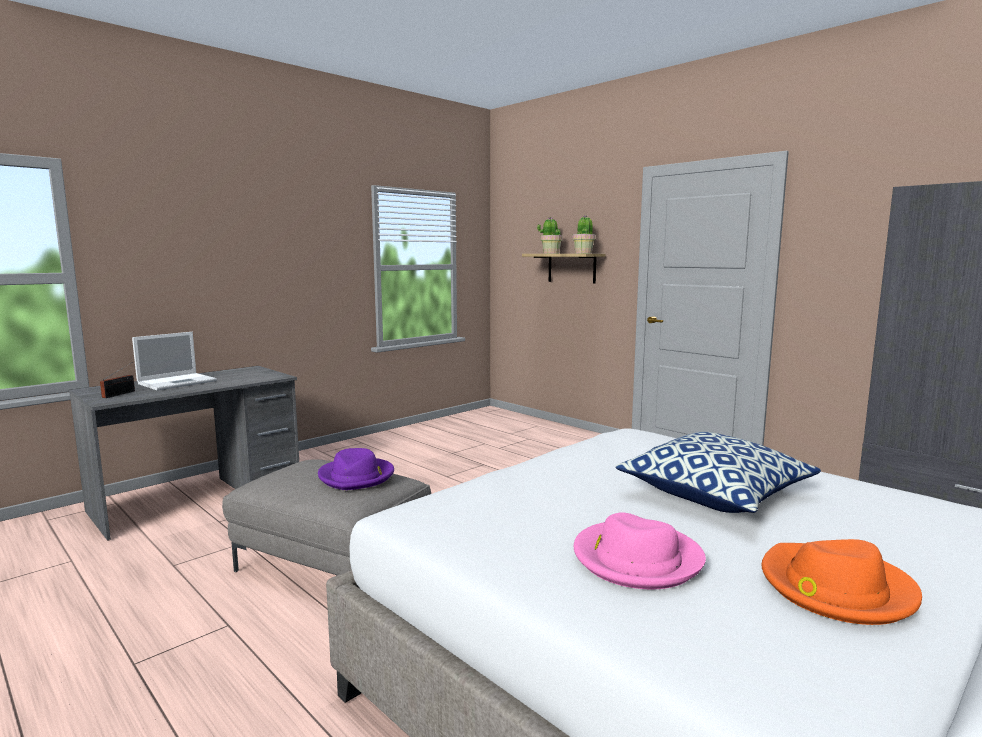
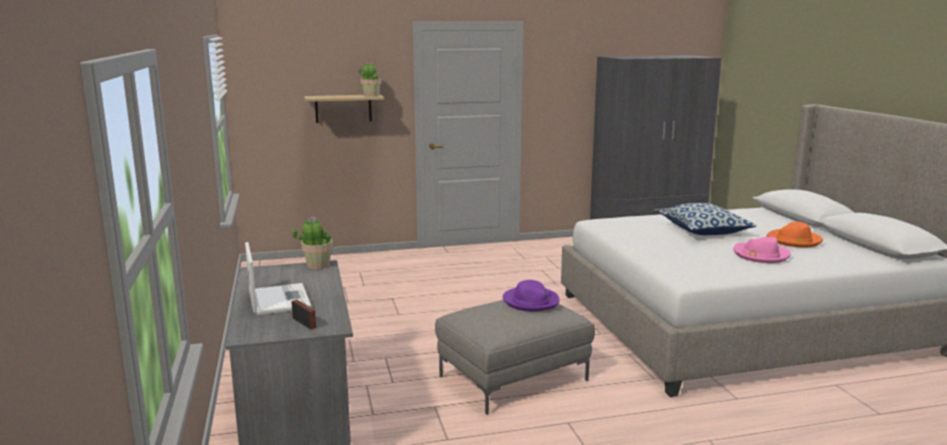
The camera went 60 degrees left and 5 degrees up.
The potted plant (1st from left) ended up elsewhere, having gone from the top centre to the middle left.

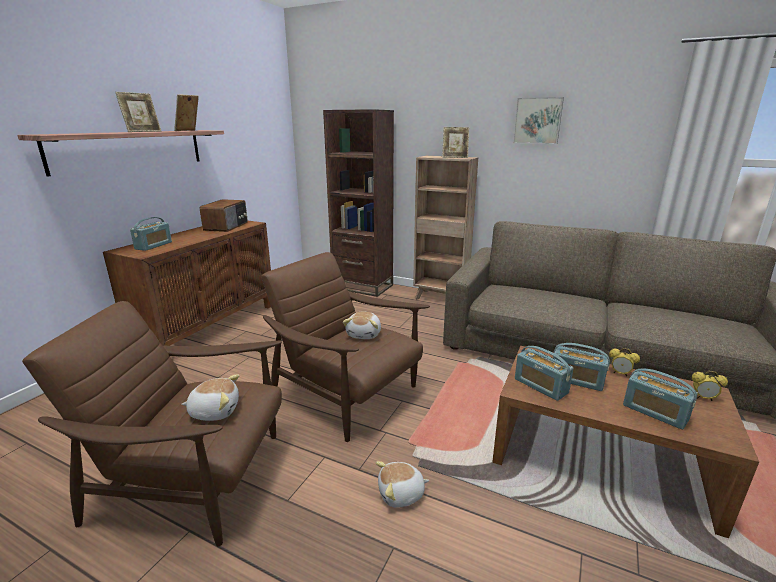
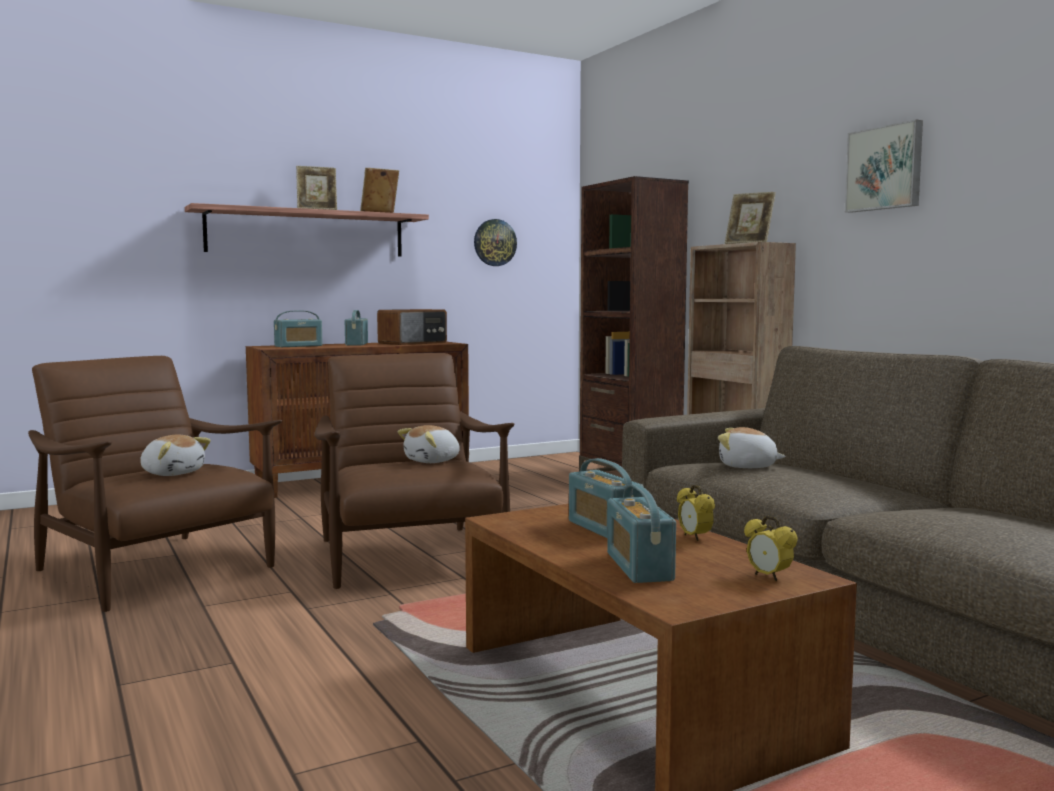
The camera went 35 degrees right and 15 degrees down.
The second view gained the clock on the wall at the top centre.
The soft toy (3rd from left) ended up elsewhere, having gone from the bottom centre to the middle right.
The radio receiver (3rd from left in the first image) ended up elsewhere, having gone from the middle right to the centre.

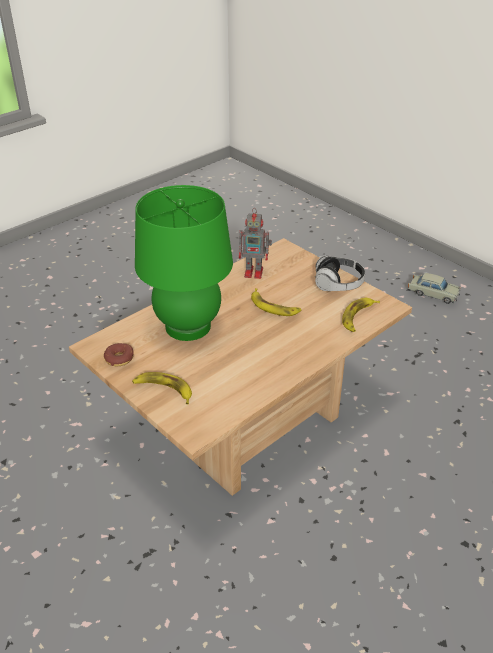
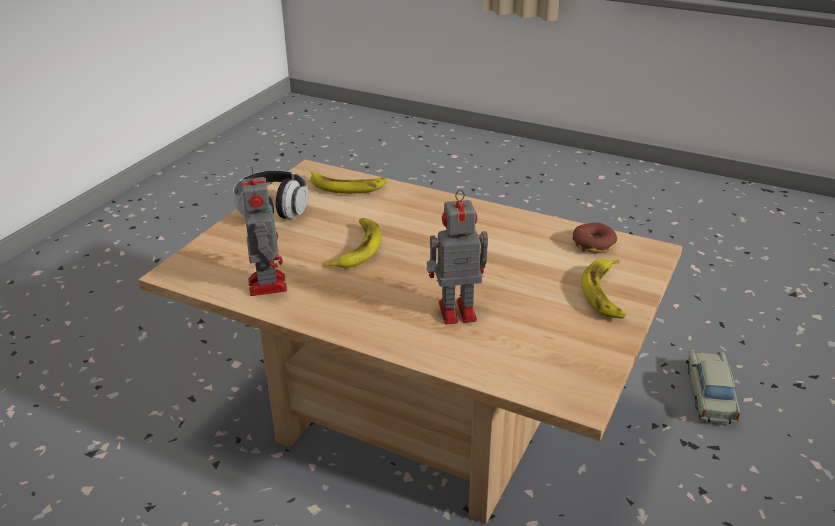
The camera went 110 degrees left and 5 degrees down.
The doughnut ended up elsewhere, having gone from the middle left to the middle right.
The beige miniature car ended up elsewhere, having gone from the middle right to the bottom right.
Where the green table lamp stood at the centre, the robot figure (2nd from left) came to stand at the centre.

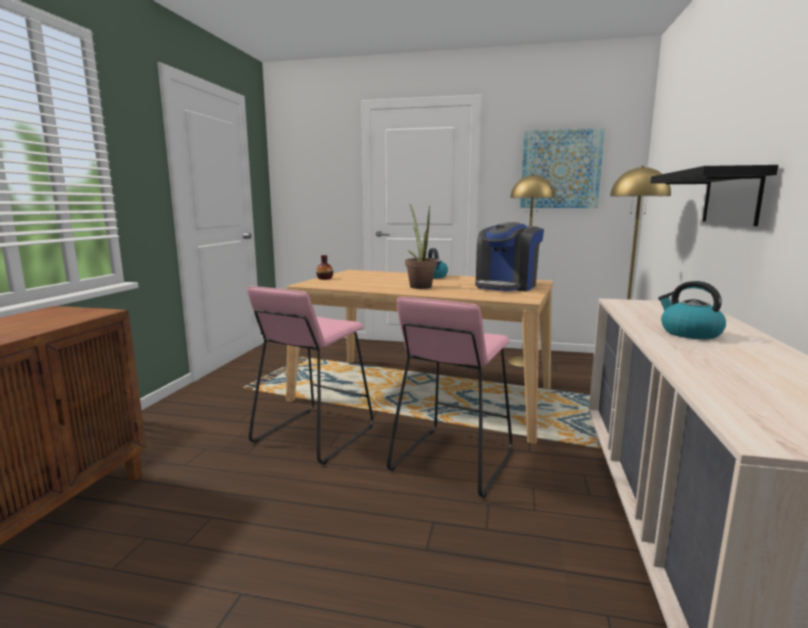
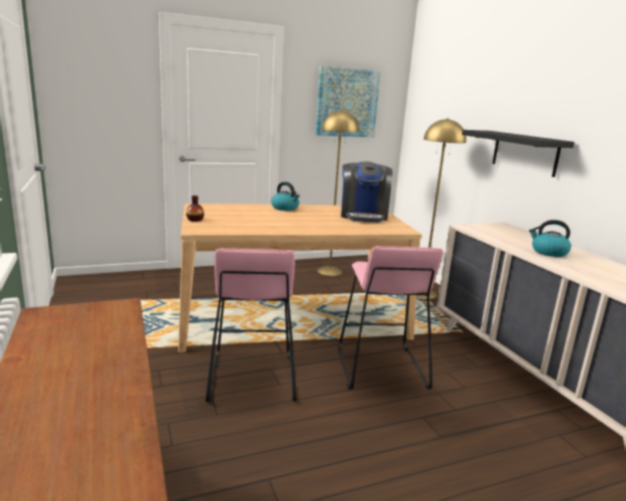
The camera went 35 degrees left and 5 degrees up.
The second view lost the potted plant at the centre.

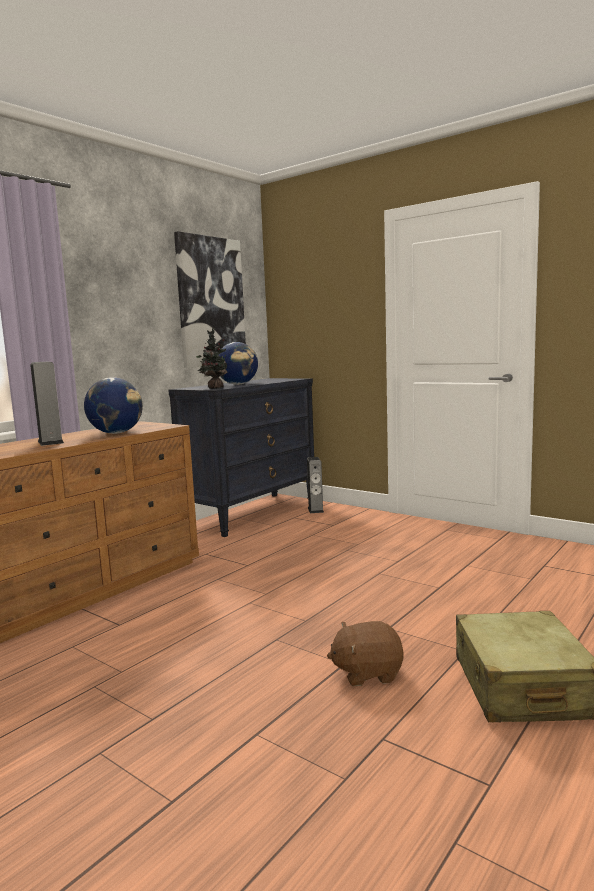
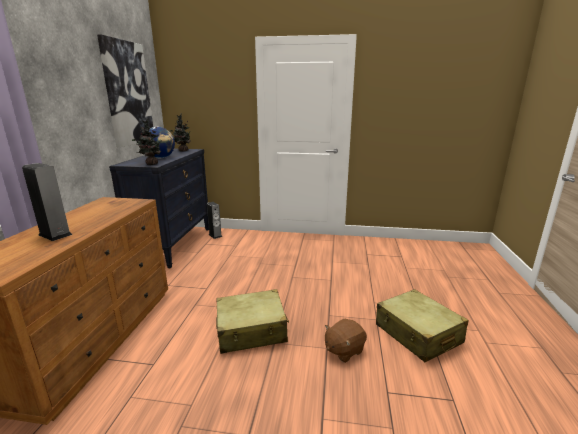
The camera went 30 degrees left and 10 degrees up.
The second view lost the globe (1st from left) at the middle left.
The second view gained the potted plant (2nd from left) at the top left.
The second view gained the beige suitcase (1st from left) at the bottom centre.

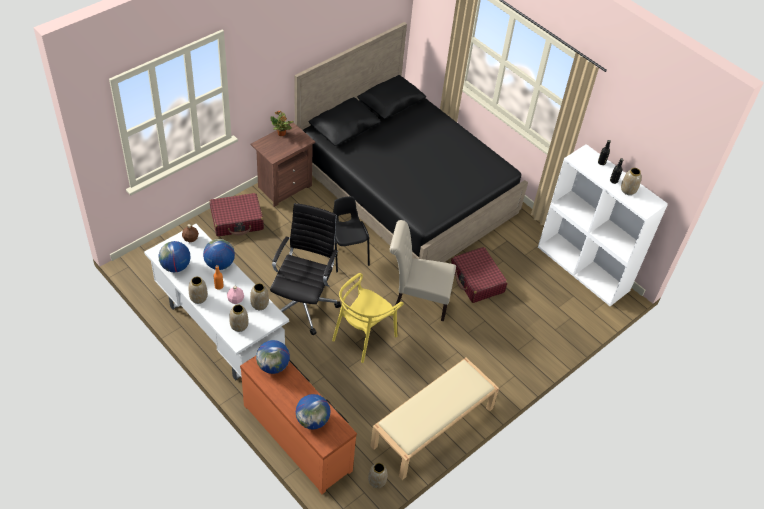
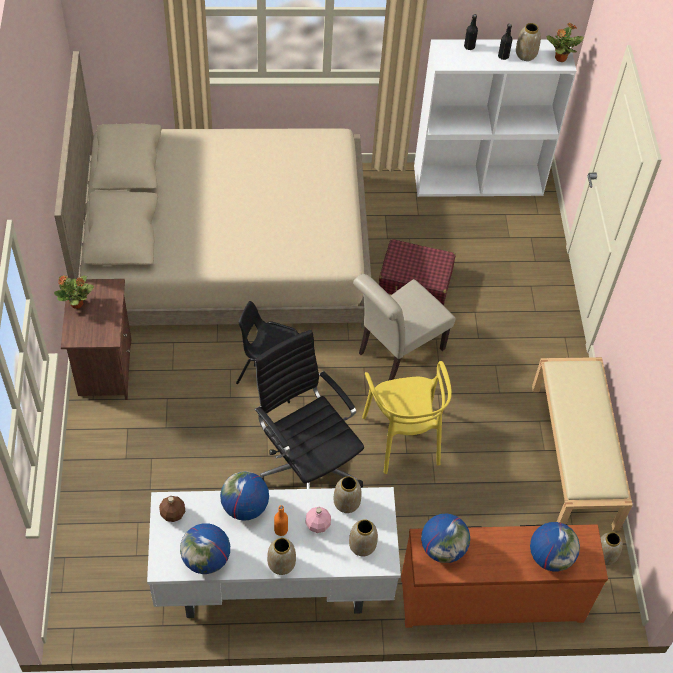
The camera went 50 degrees left and 5 degrees up.
The second view lost the reddish suitcase (1st from left) at the middle left.
The second view gained the potted plant (2nd from left) at the top right.
What was the blackish sleeping bed at the top centre turned into the beige sleeping bed at the top left.

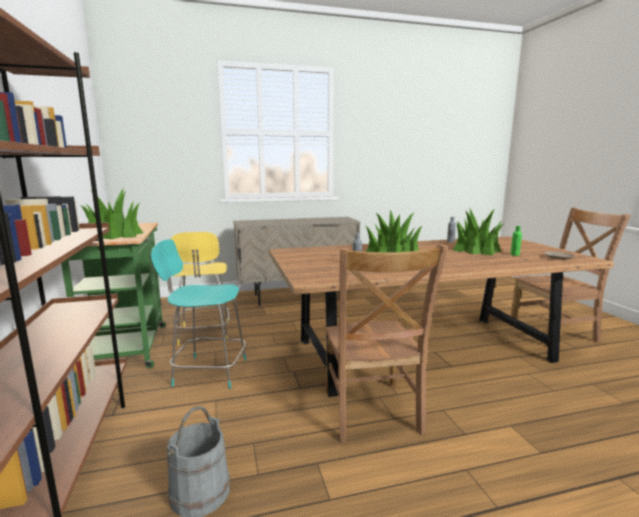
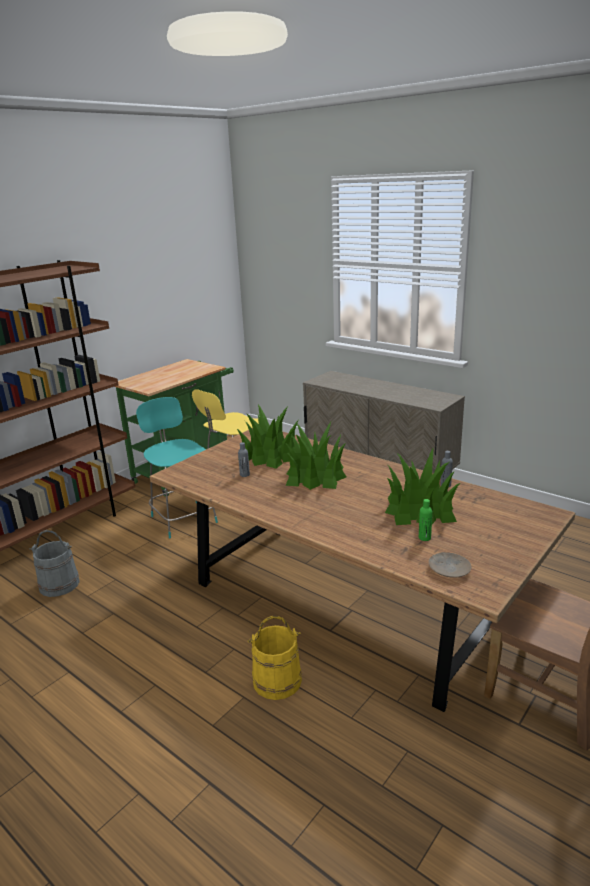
The camera went 55 degrees right and 10 degrees up.
The second view lost the brown-coloured upright chair (1st from left) at the centre.
The second view gained the yellowish water bucket at the bottom centre.
The potted plant (1st from left) ended up elsewhere, having gone from the middle left to the centre.

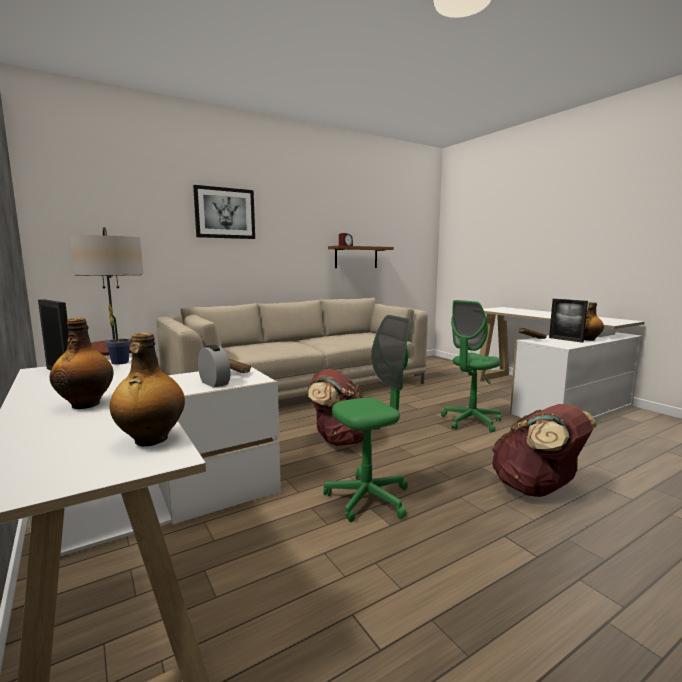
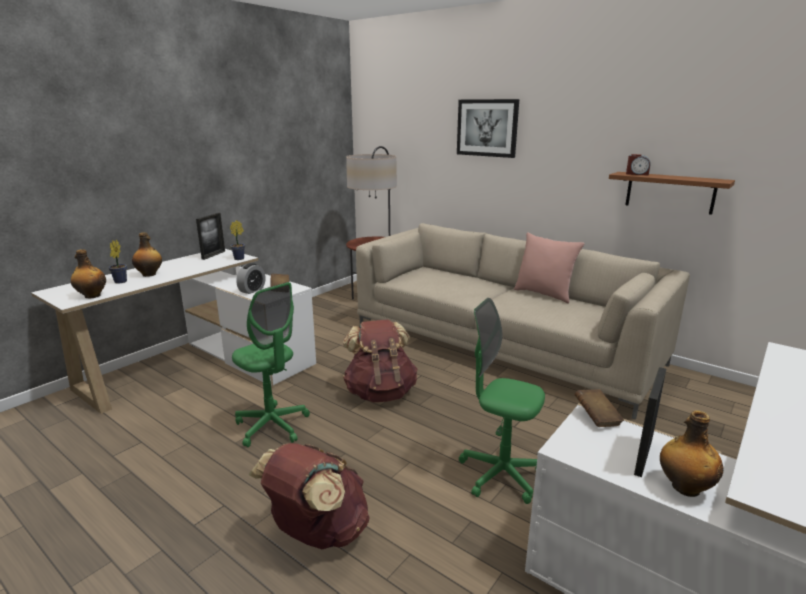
The camera went 70 degrees right and 10 degrees up.
The second view gained the potted plant (1st from left) at the middle left.
The second view gained the pinkish pillow at the middle right.

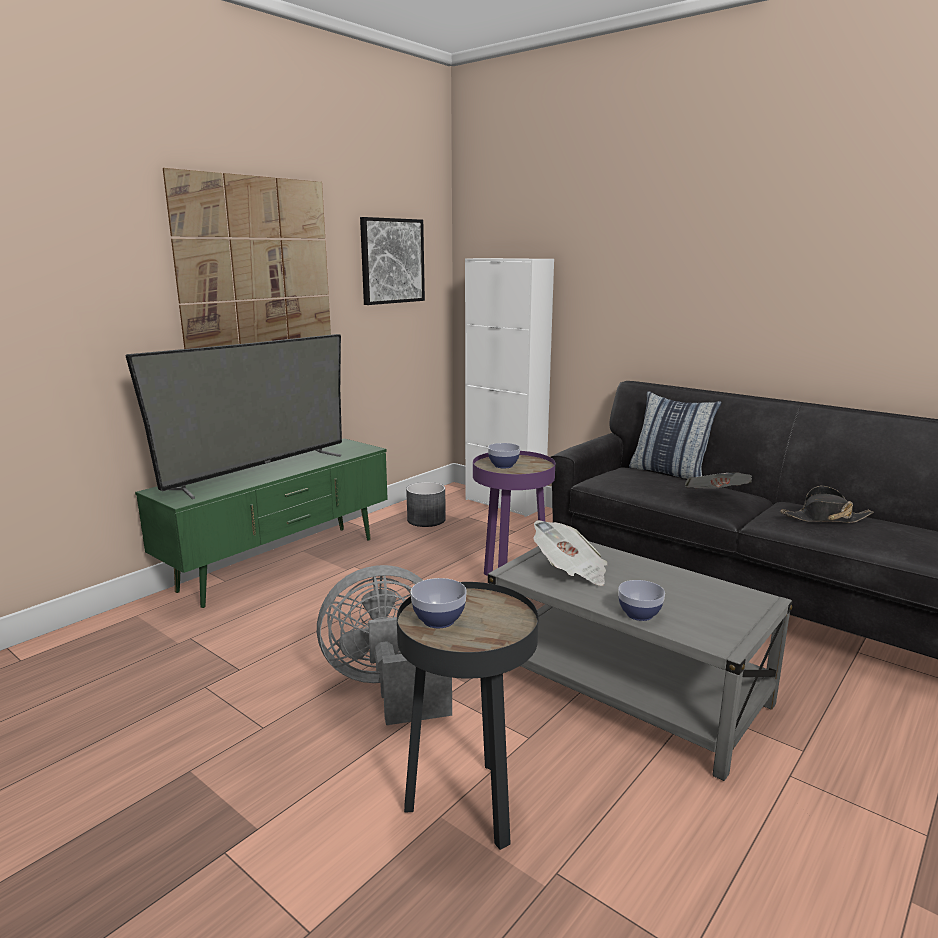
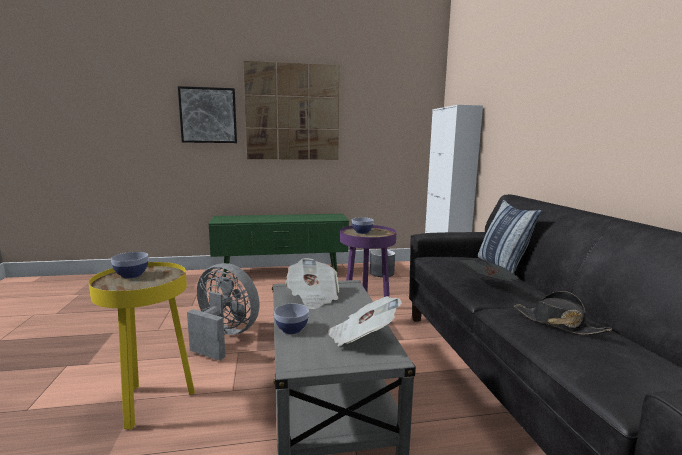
The camera went 40 degrees right and 5 degrees down.
The second view lost the TV set at the middle left.
The second view gained the newspaper (2nd from left) at the bottom centre.
The wall art (2nd from left in the first image) ended up elsewhere, having gone from the top centre to the top left.
What was the blackish accent table at the bottom centre turned into the yellowish accent table at the bottom left.

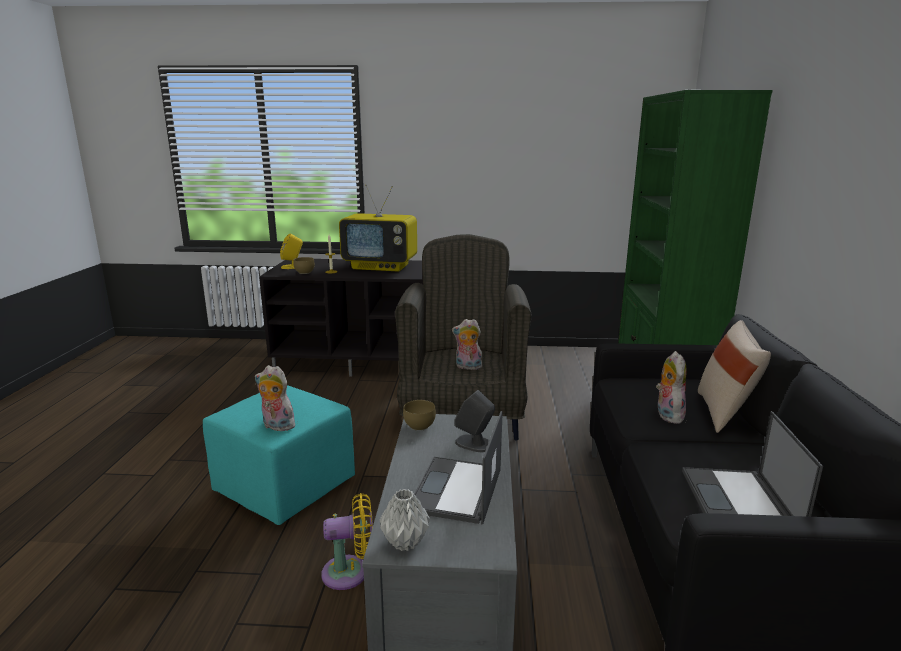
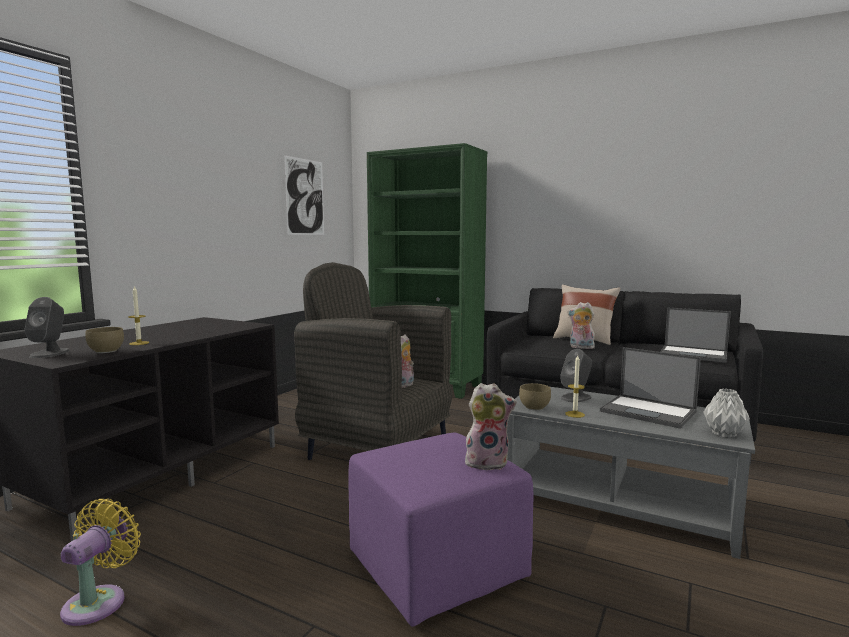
The camera went 65 degrees left and 10 degrees down.
The second view lost the TV set at the centre.
The second view gained the wall art at the top centre.
The second view gained the wax light (2nd from left) at the middle right.
The yellowish fan ended up elsewhere, having gone from the bottom centre to the bottom left.
What was the turquoise-coloured footrest at the bottom left turned into the purple-coloured footrest at the bottom centre.
What was the yellowish loudspeaker at the middle left turned into the greyish loudspeaker (1st from left) at the middle left.
The soft toy (1st from left in the first image) at the middle left ended up facing another way, 135 degrees counterclockwise from before.

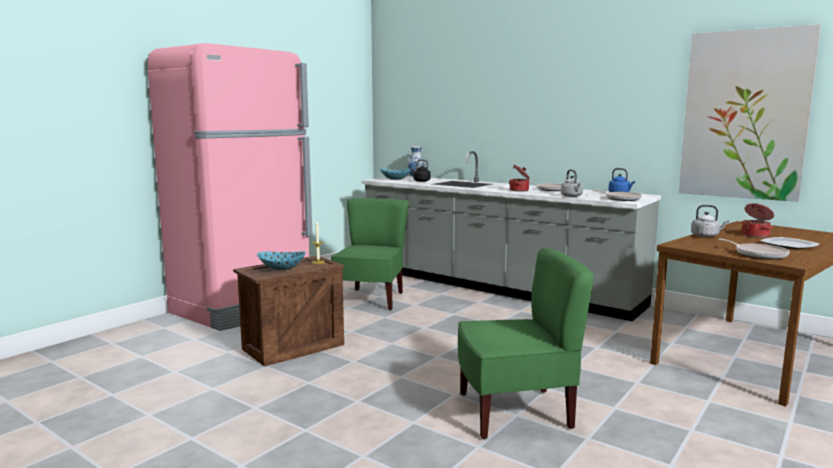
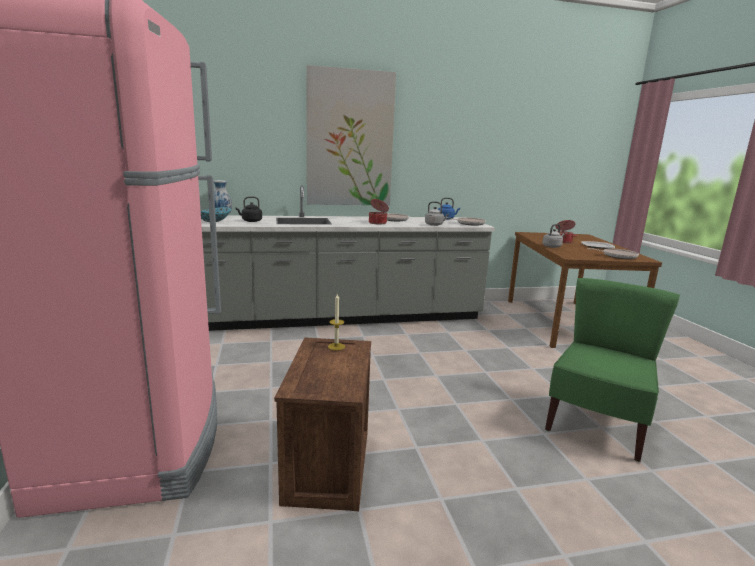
The camera went 50 degrees left and 5 degrees up.
The second view lost the bowl (1st from left) at the centre.
The second view lost the green upright chair (1st from left) at the centre.
The wall art ended up elsewhere, having gone from the top right to the top centre.

